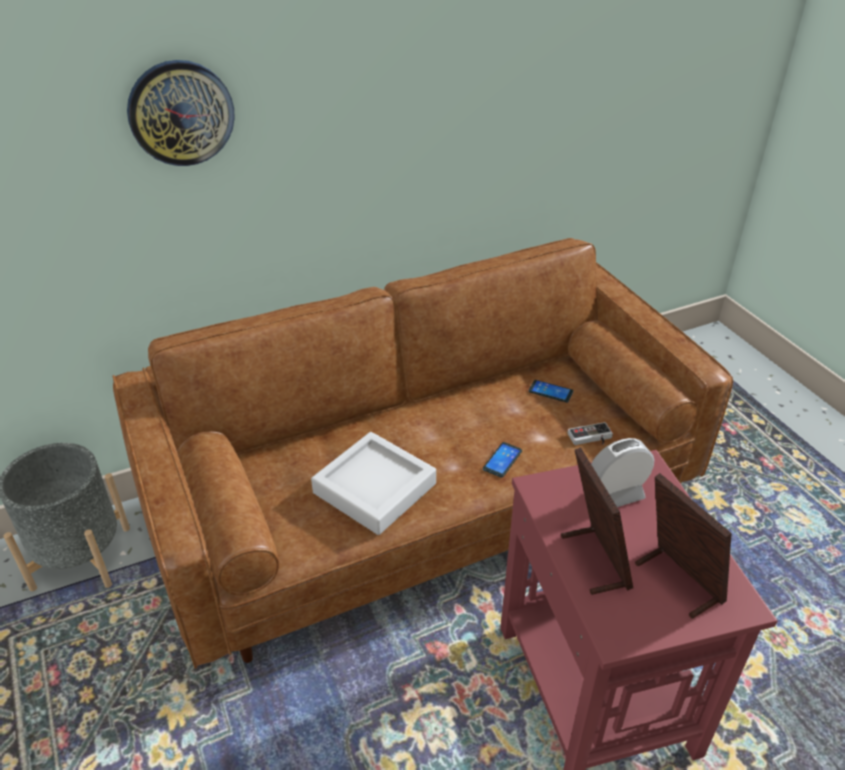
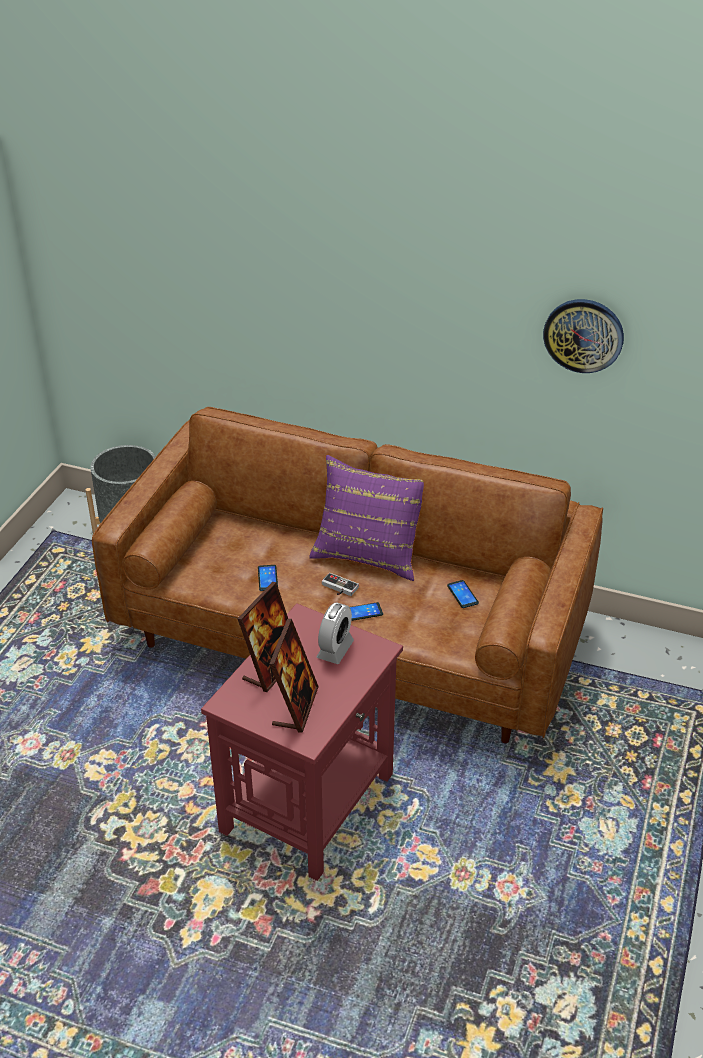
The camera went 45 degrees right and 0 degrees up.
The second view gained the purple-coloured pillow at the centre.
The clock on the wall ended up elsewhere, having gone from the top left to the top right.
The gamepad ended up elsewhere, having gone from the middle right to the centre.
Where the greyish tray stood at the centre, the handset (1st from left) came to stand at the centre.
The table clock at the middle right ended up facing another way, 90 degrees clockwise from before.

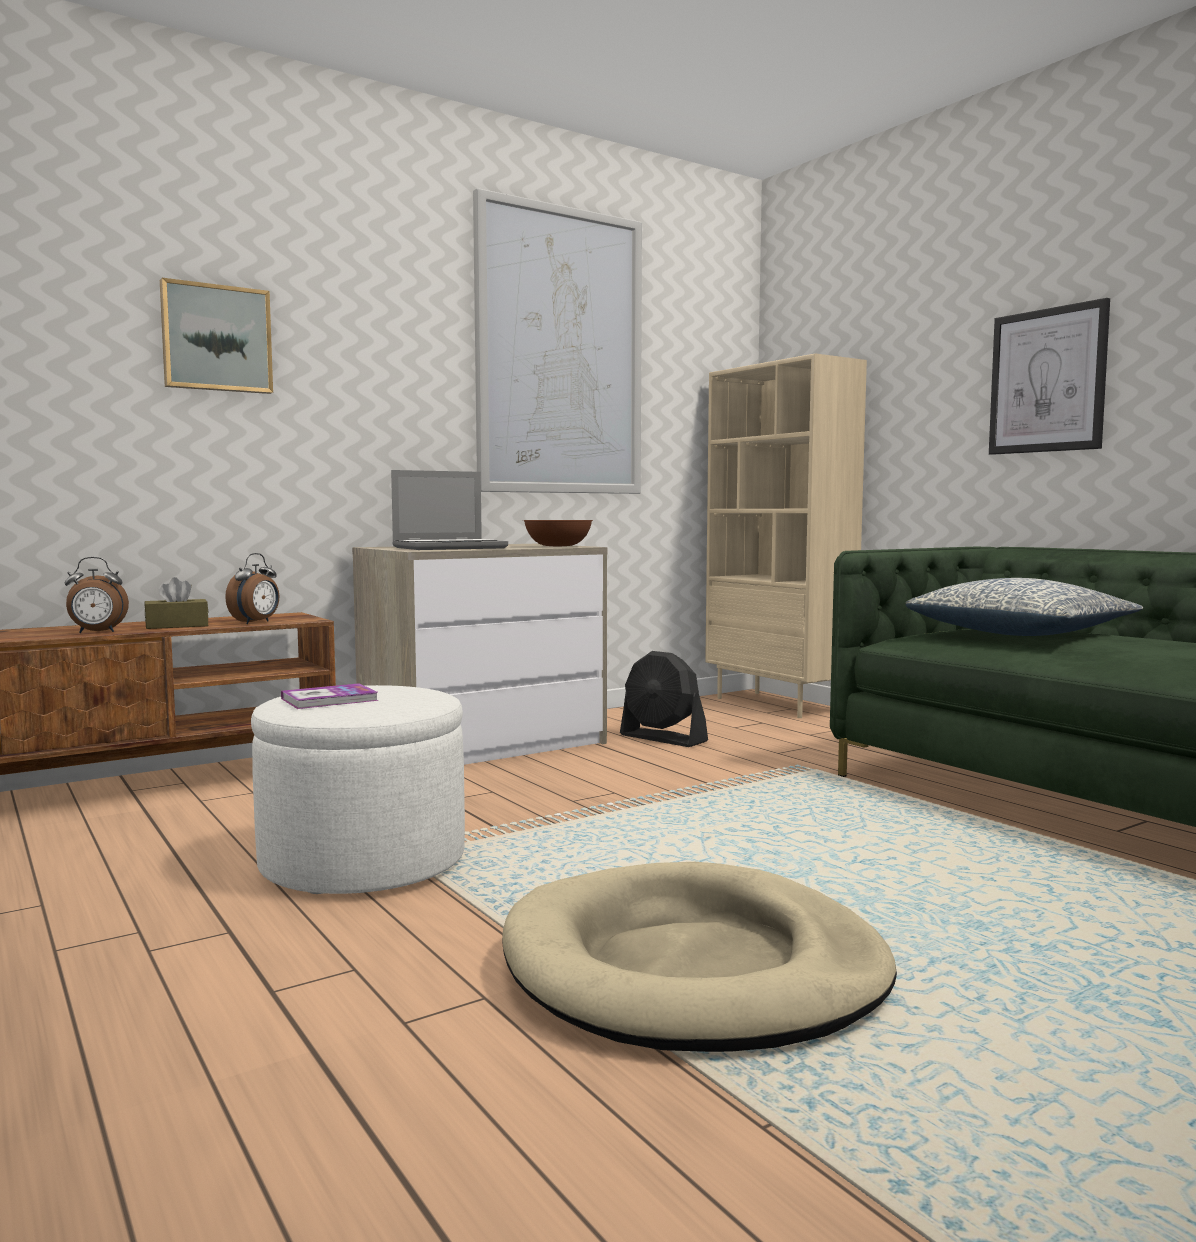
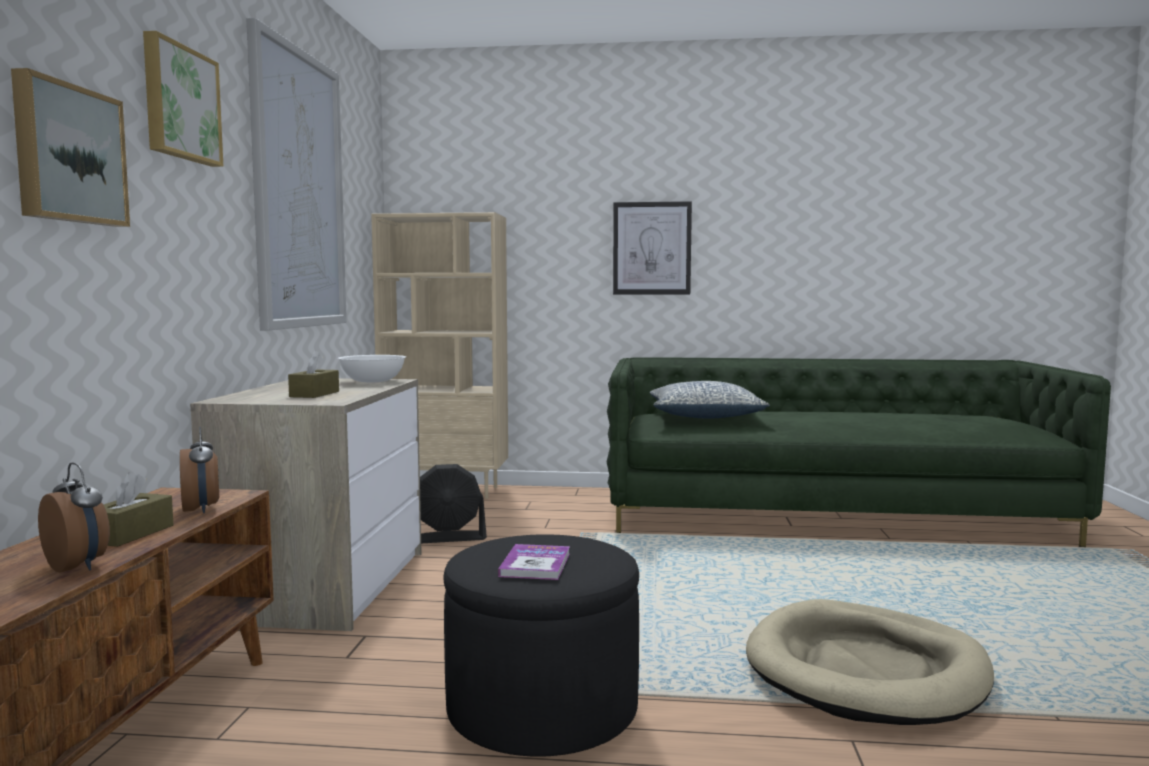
The camera went 50 degrees left and 0 degrees up.
The second view gained the wall art (2nd from left) at the top left.
Where the laptop stood at the centre, the brown-coloured box of tissues (2nd from left) came to stand at the middle left.
What was the white footrest at the middle left turned into the blackish footrest at the bottom centre.
What was the brown-coloured bowl at the centre turned into the white bowl at the middle left.
The table clock (1st from left) at the middle left ended up facing another way, 75 degrees counterclockwise from before.

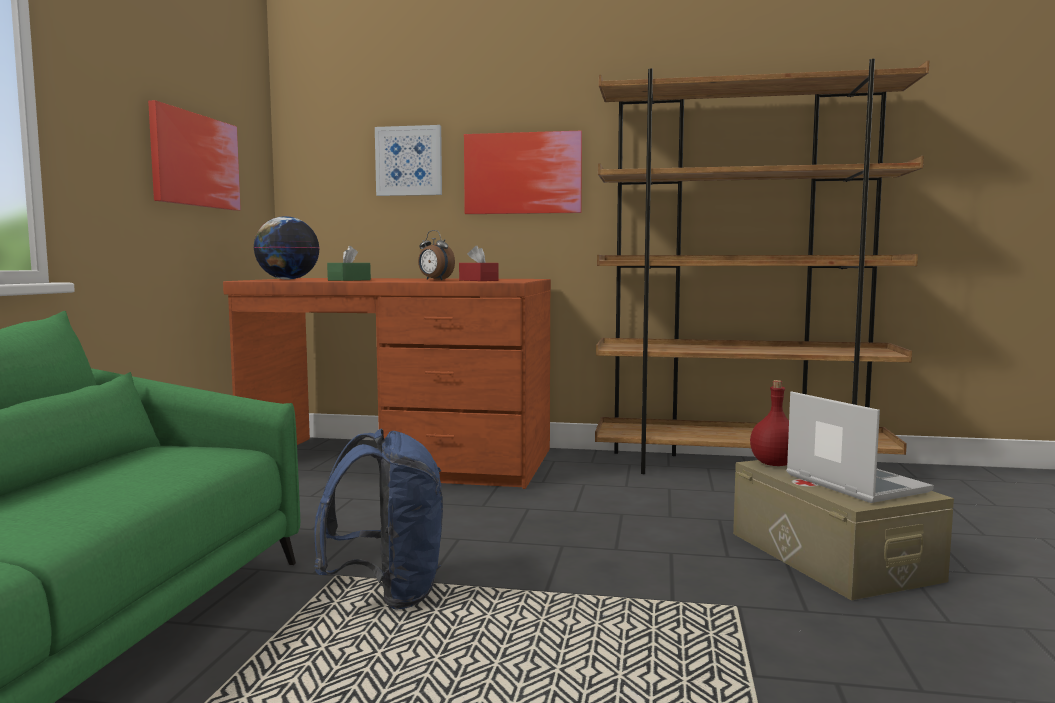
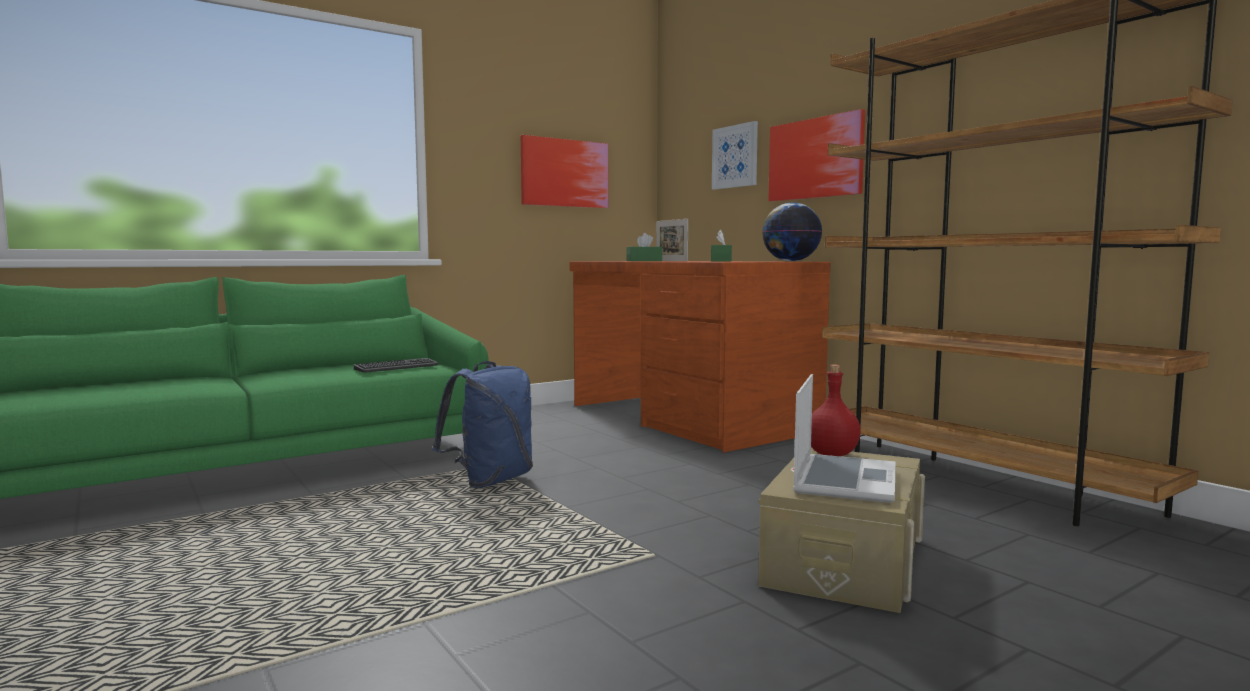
The camera went 45 degrees right and 0 degrees up.
The second view lost the table clock at the centre.
The second view gained the keyboard at the middle left.
The second view gained the photo frame at the centre.
The globe ended up elsewhere, having gone from the middle left to the centre.
What was the reddish box of tissues at the centre turned into the green box of tissues (2nd from left) at the centre.

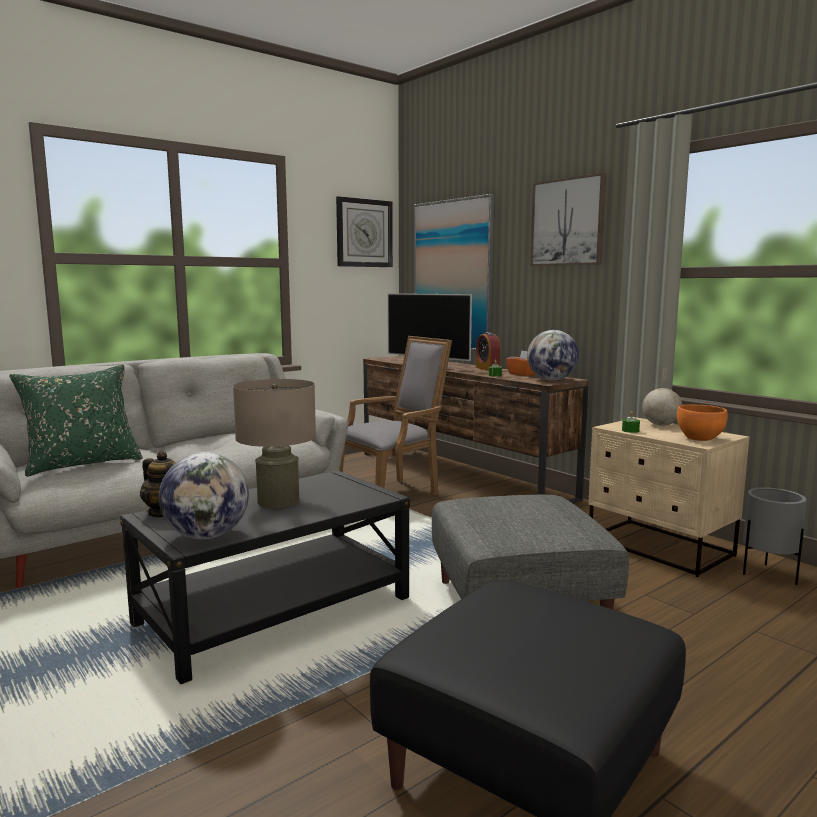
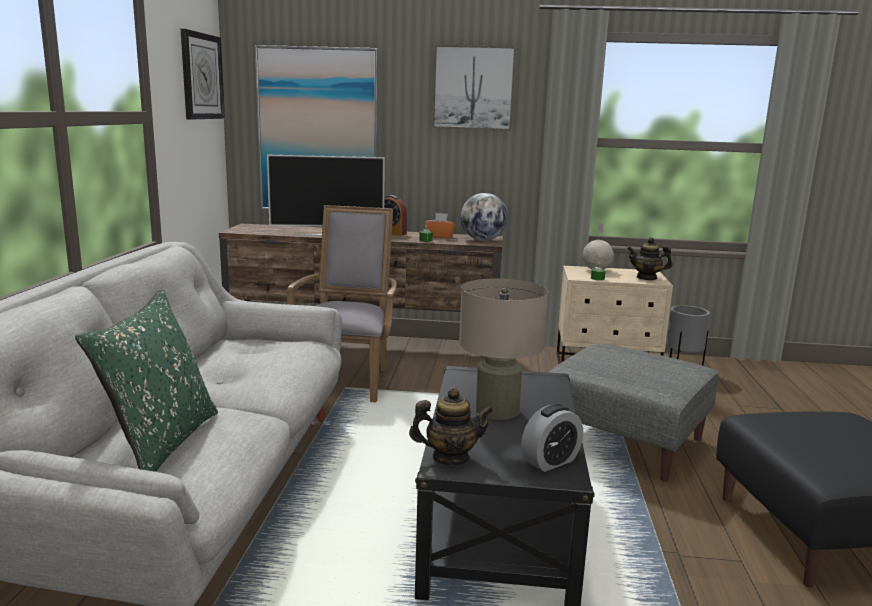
The camera went 45 degrees left and 5 degrees up.
Where the globe (1st from left) stood at the middle left, the table clock (2nd from left) came to stand at the bottom centre.
Where the orangey bowl stood at the middle right, the teapot (2nd from left) came to stand at the middle right.

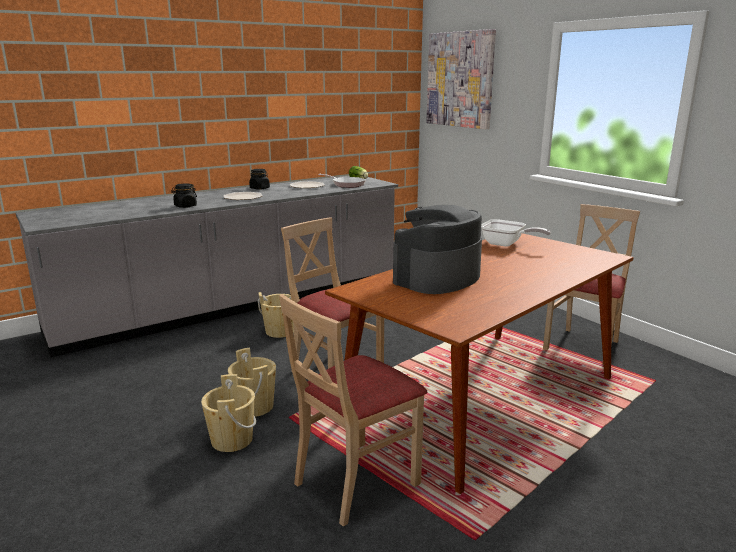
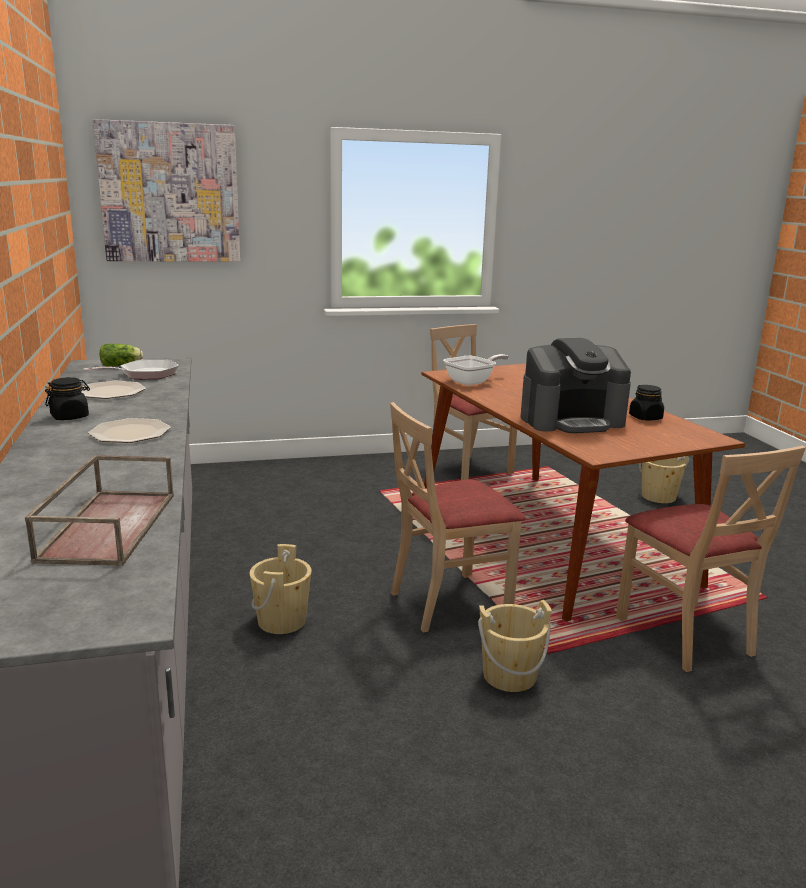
The camera went 70 degrees left and 0 degrees up.
The second view gained the brown-coloured tray at the middle left.
The blackish storage jar (1st from left in the first image) ended up elsewhere, having gone from the middle left to the middle right.
The beige water bucket (1st from left in the first image) ended up elsewhere, having gone from the bottom left to the middle right.
The coffee machine at the centre ended up facing another way, 75 degrees counterclockwise from before.

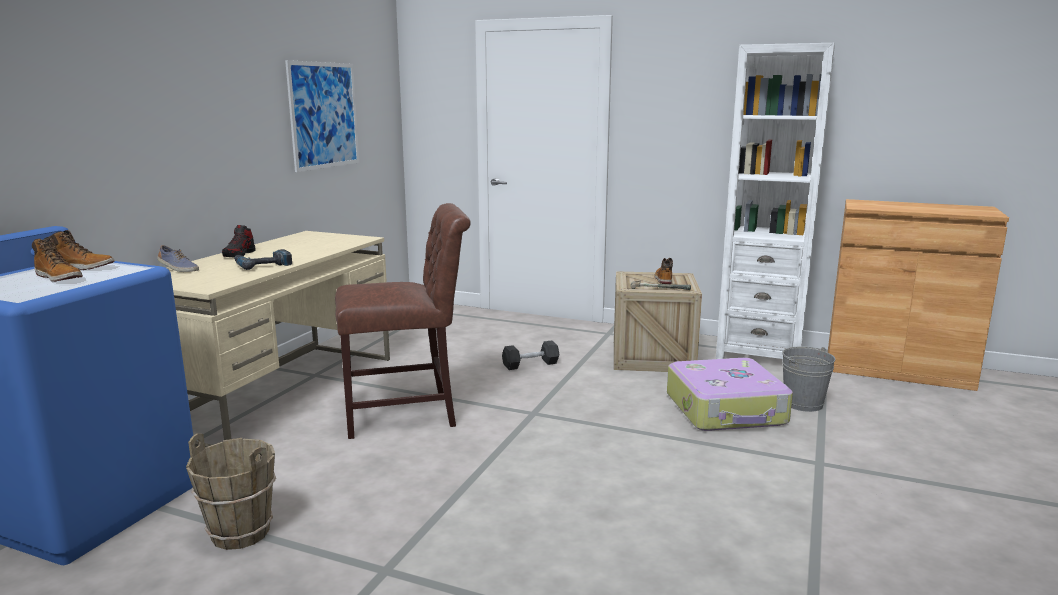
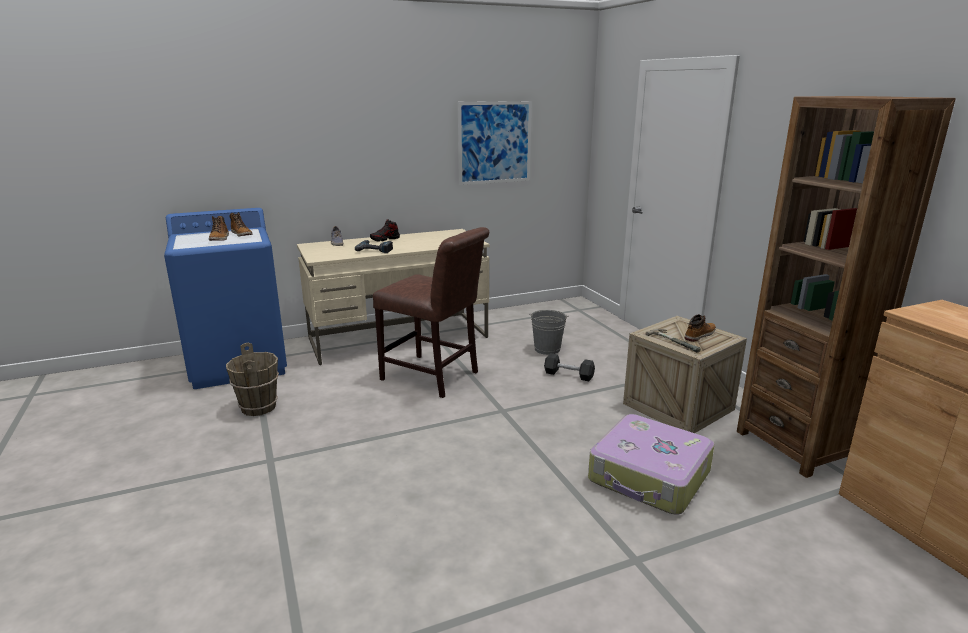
The camera went 45 degrees right and 5 degrees up.
The greyish water bucket ended up elsewhere, having gone from the middle right to the centre.
What was the white bookshelf at the middle right turned into the brown-coloured bookshelf at the middle right.

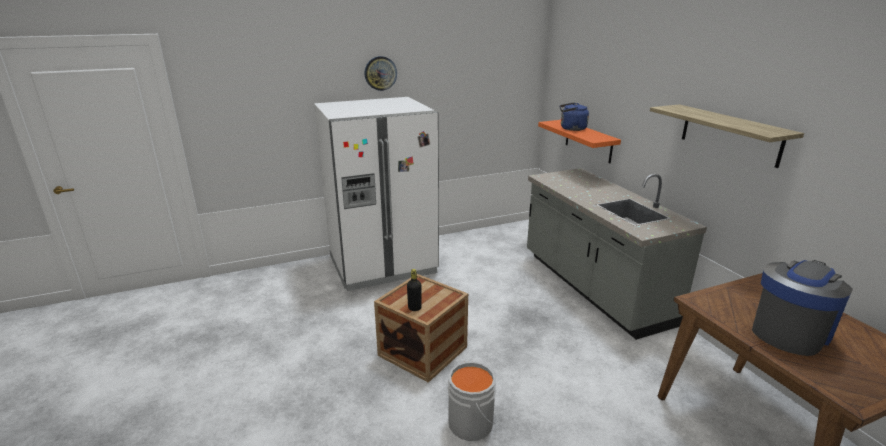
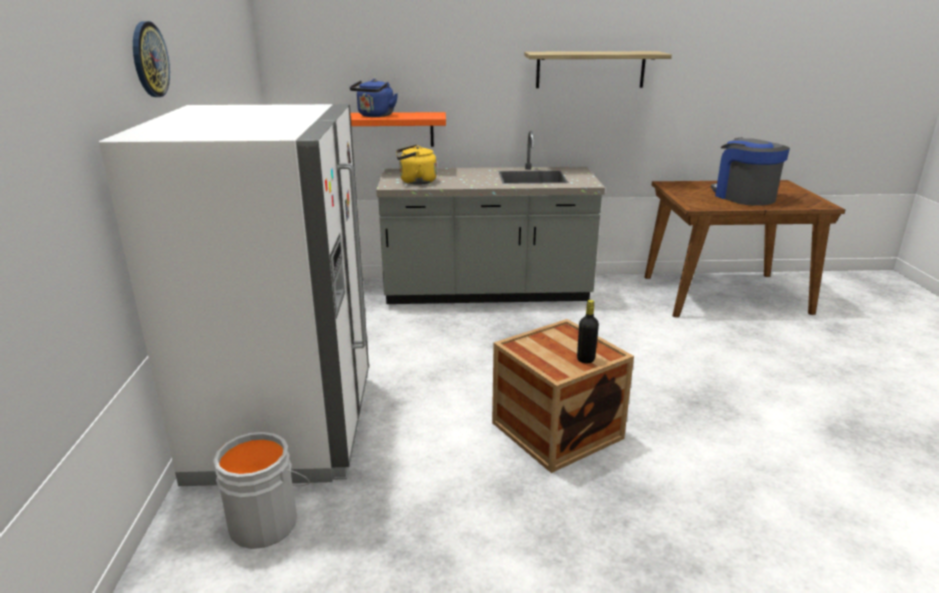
The camera went 70 degrees left and 0 degrees up.
The second view gained the yellowish tea kettle at the top centre.
The greyish water bucket ended up elsewhere, having gone from the bottom centre to the bottom left.

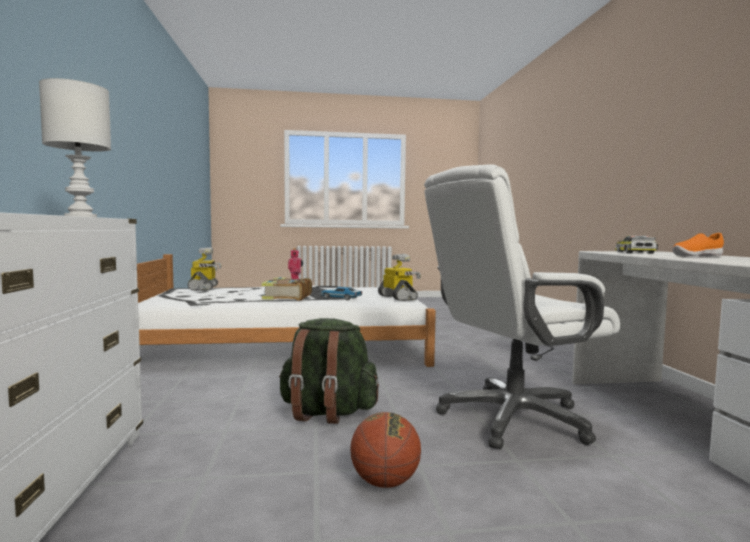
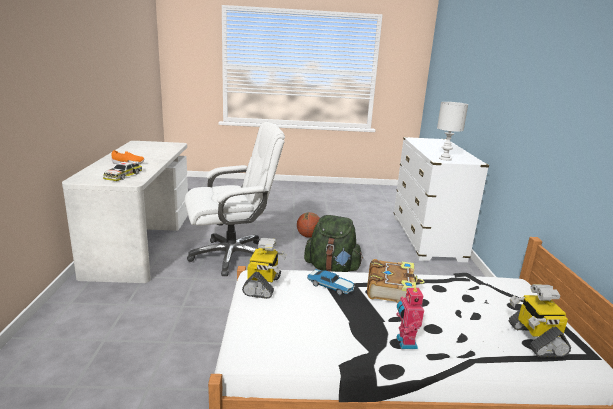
The camera went 175 degrees left and 15 degrees up.
The robot figure (3rd from left in the first image) at the centre ended up facing another way, 150 degrees counterclockwise from before.

